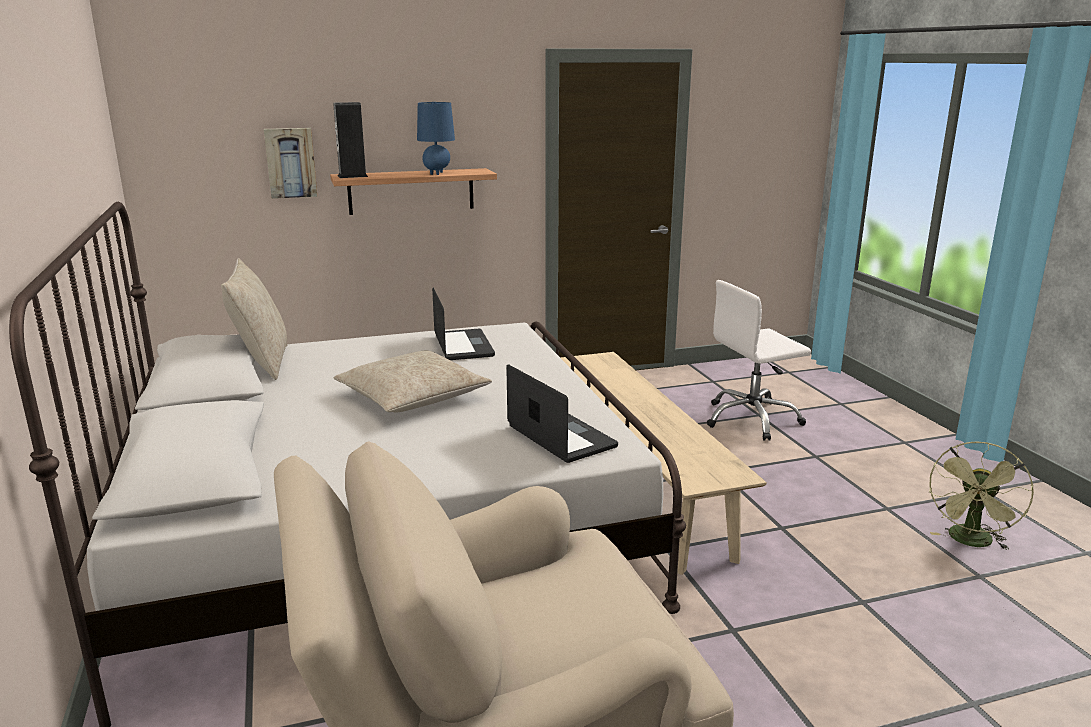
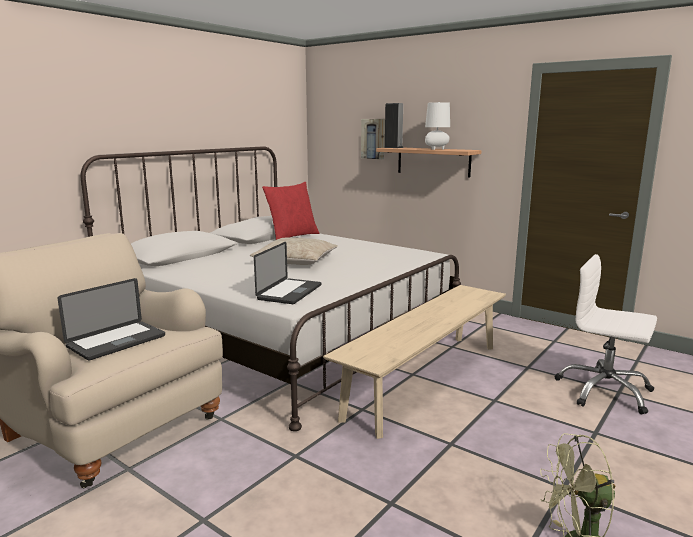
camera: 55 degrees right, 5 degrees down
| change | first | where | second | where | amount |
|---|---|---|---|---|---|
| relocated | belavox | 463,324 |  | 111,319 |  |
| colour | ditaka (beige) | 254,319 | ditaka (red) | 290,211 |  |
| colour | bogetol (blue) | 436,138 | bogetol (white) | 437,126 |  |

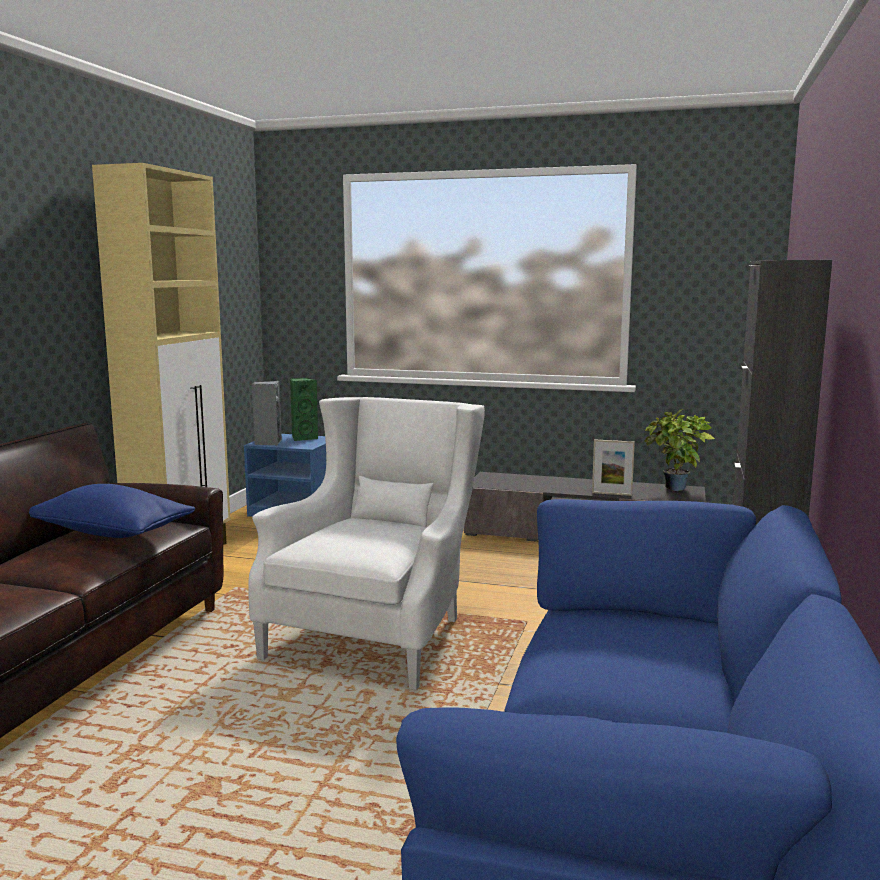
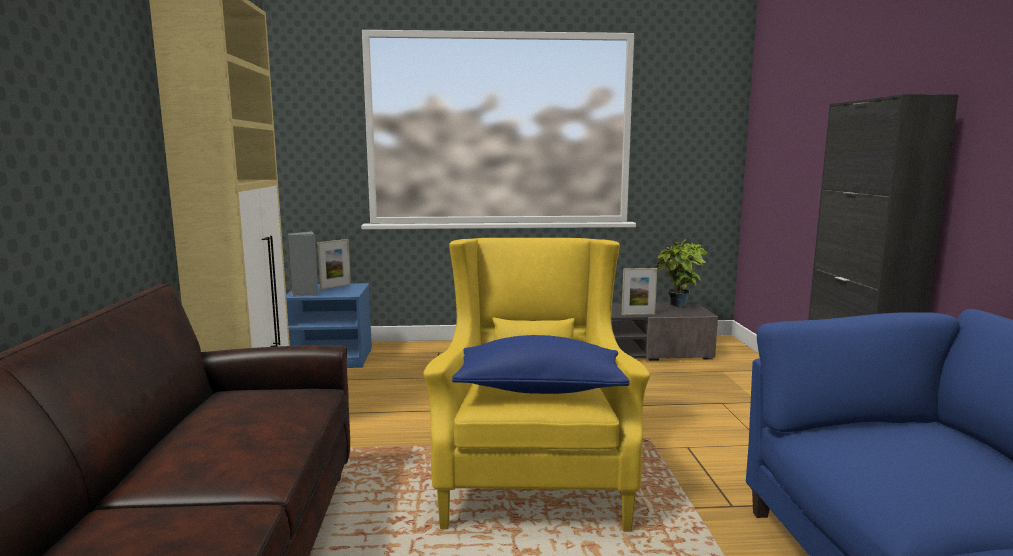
camera: 20 degrees left, 0 degrees up
| change | first | where | second | where | amount |
|---|---|---|---|---|---|
| relocated | ditaka (blue) | 112,511 |  | 541,364 |  |
| exchanged | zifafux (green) | 304,409 | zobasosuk | 334,264 |  |
| colour | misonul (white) | 366,543 | misonul (yellow) | 537,385 |  |

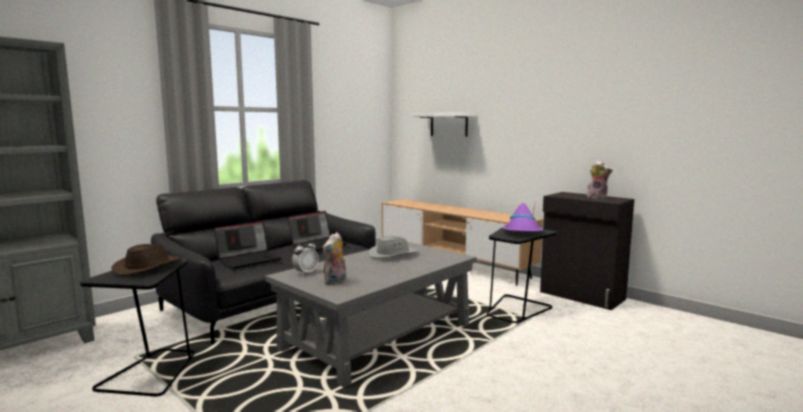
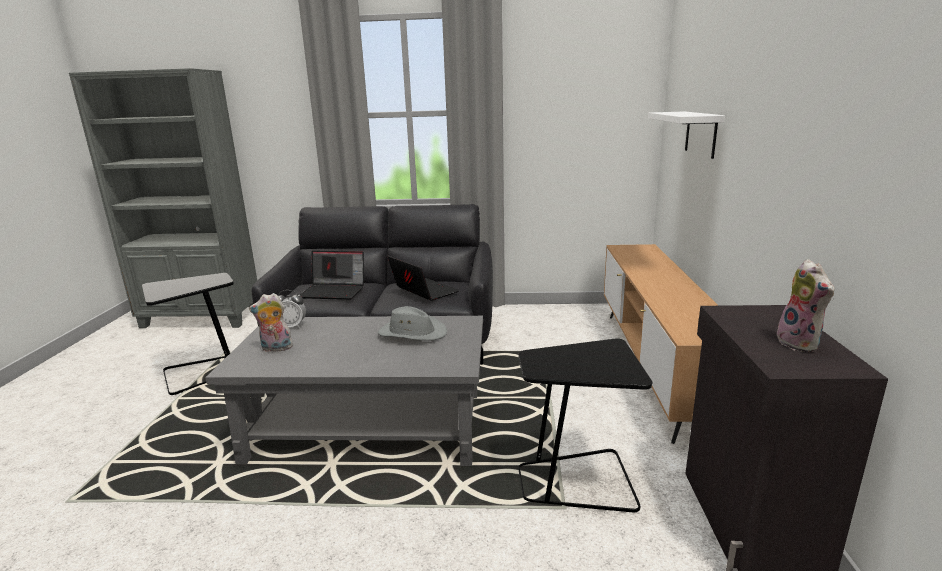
camera: 50 degrees right, 10 degrees up
| change | first | where | second | where | amount |
|---|---|---|---|---|---|
| missing | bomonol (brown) | 146,260 |  |  |  |
| missing | bomonol (purple) | 522,216 |  |  |  |
| spun | belavox | 318,231 |  | 423,278 | 135 degrees counterclockwise |

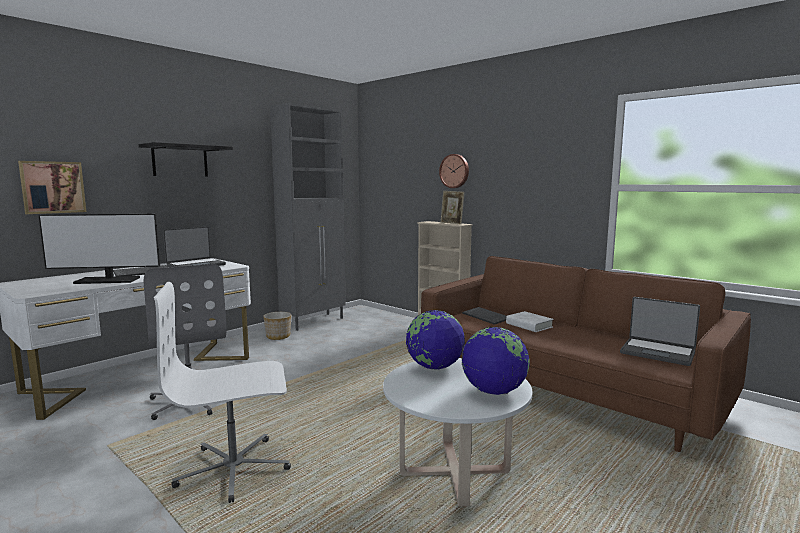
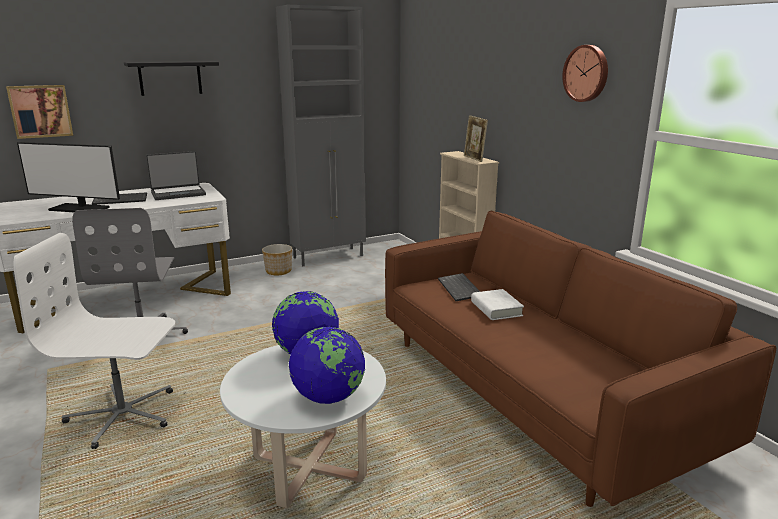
camera: 20 degrees right, 10 degrees up
| change | first | where | second | where | amount |
|---|---|---|---|---|---|
| missing | belavox | 660,331 |  |  |  |
| relocated | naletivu | 454,171 |  | 585,73 |  |

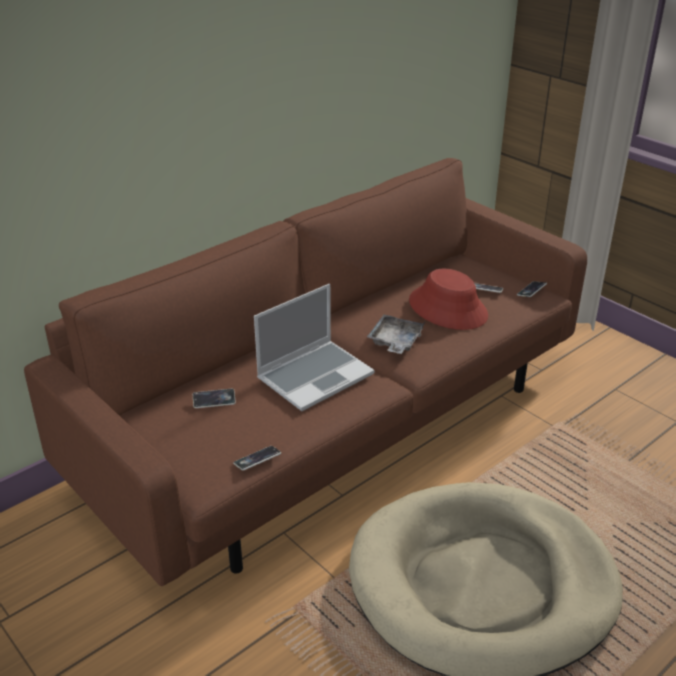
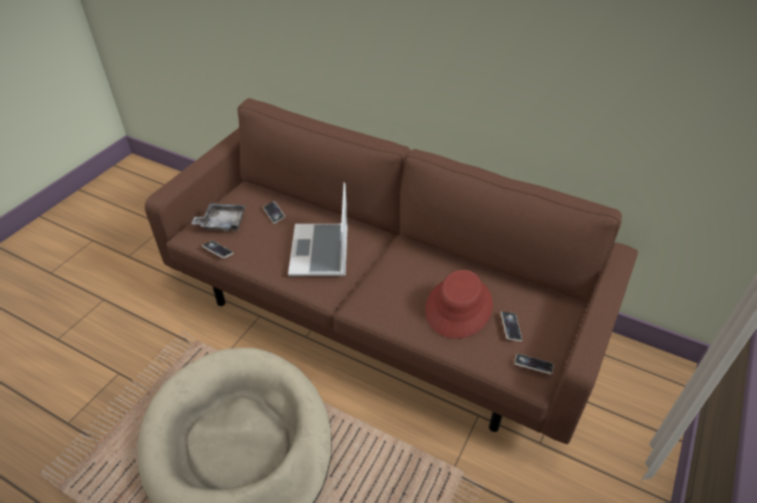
camera: 70 degrees right, 10 degrees up
| change | first | where | second | where | amount |
|---|---|---|---|---|---|
| relocated | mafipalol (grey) | 396,334 |  | 218,217 |  |
| spun | belavox | 314,347 |  | 318,229 | 60 degrees clockwise |

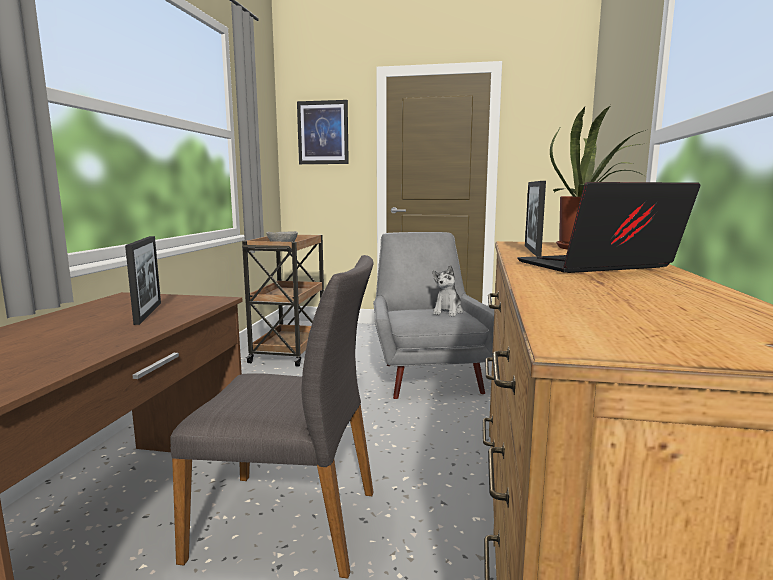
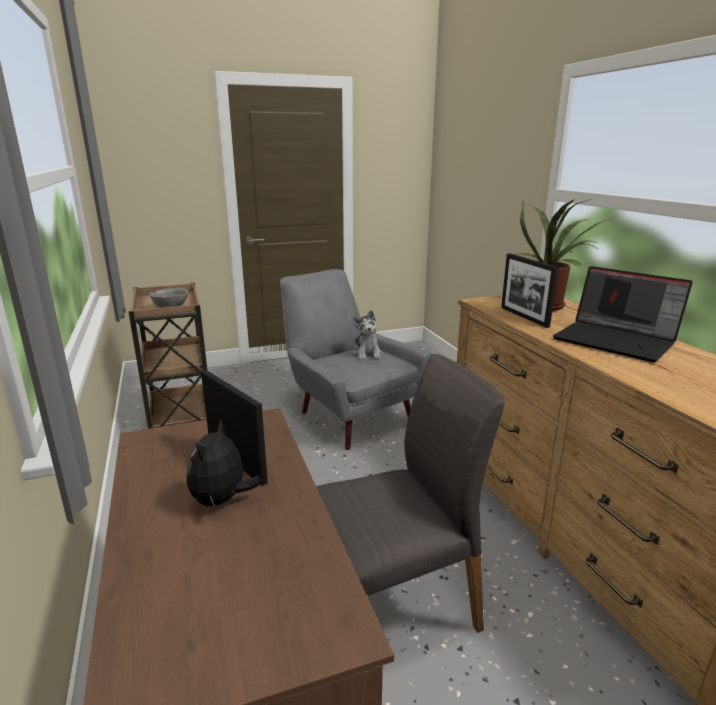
camera: 30 degrees left, 10 degrees up
| change | first | where | second | where | amount |
|---|---|---|---|---|---|
| missing | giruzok | 323,132 |  |  |  |
| appeared |  |  | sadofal | 224,464 |  |
| spun | belavox | 608,227 |  | 623,314 | 90 degrees counterclockwise |

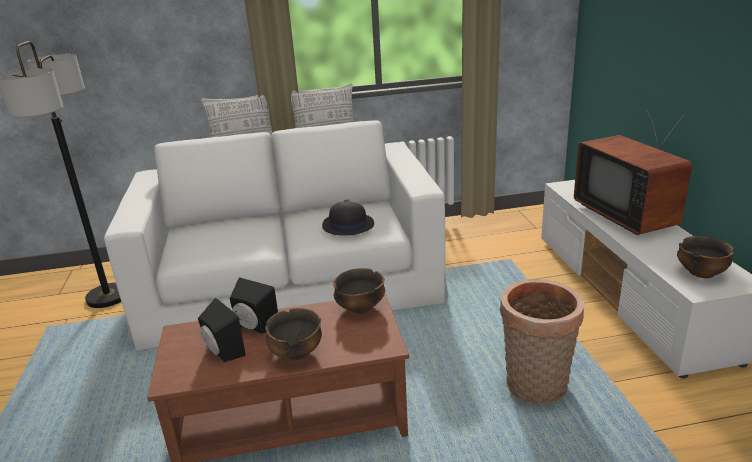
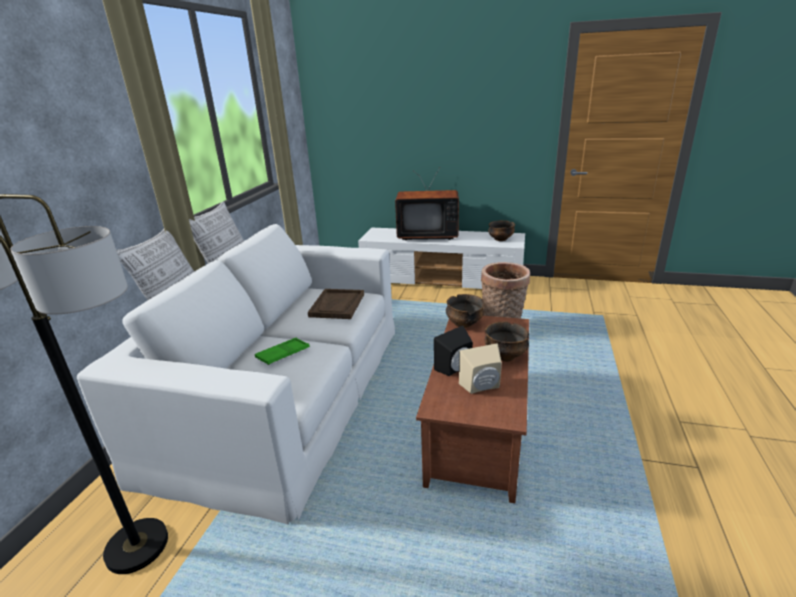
camera: 65 degrees left, 0 degrees up
| change | first | where | second | where | amount |
|---|---|---|---|---|---|
| appeared |  |  | mafipalol (green) | 282,351 |  |
| exchanged | bomonol (black) | 348,217 | mafipalol (brown) | 336,304 |  |
| colour | zifafux (black) | 222,330 | zifafux (beige) | 480,368 |  |

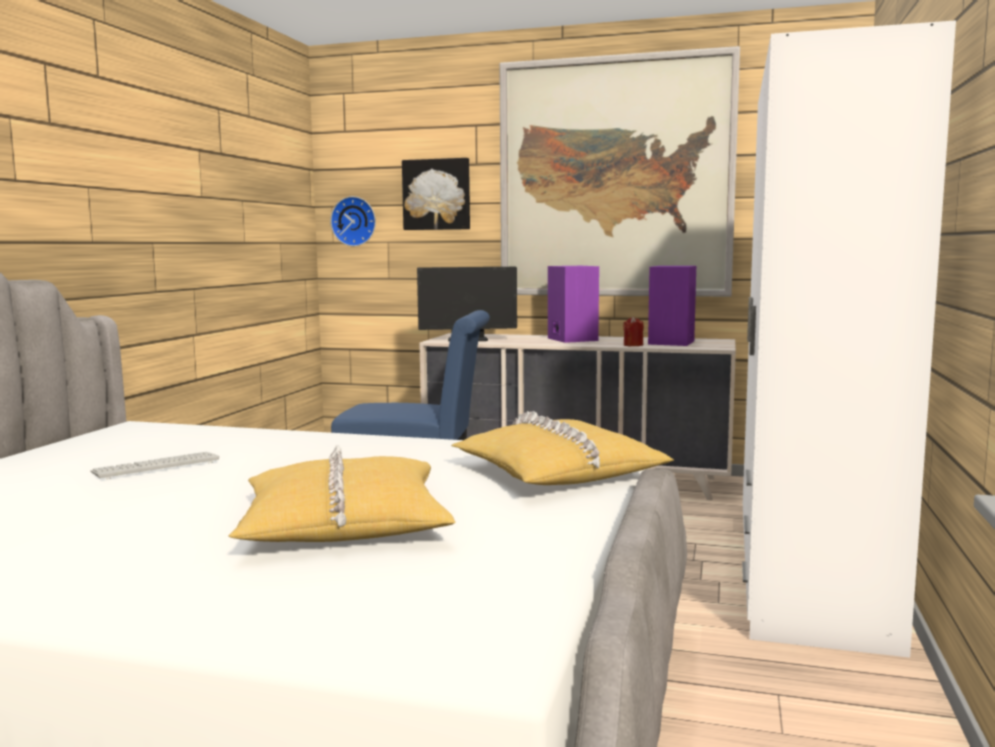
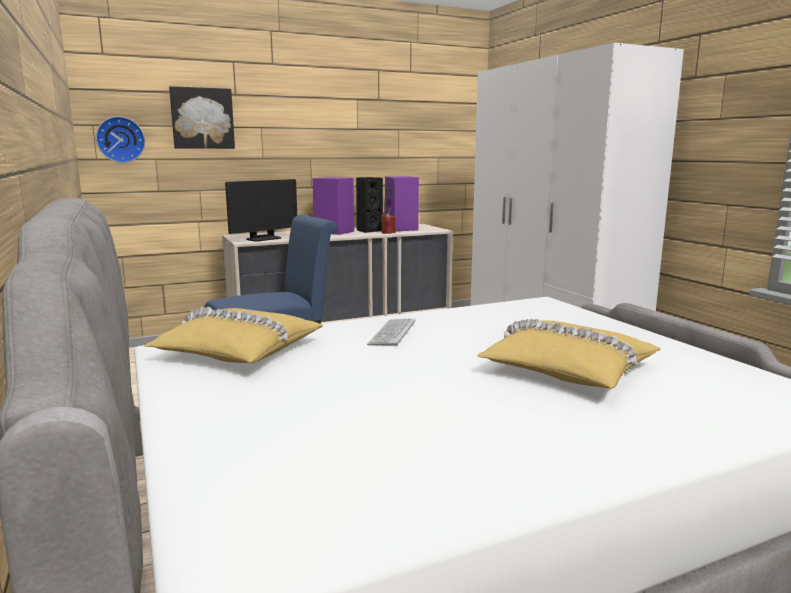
camera: 40 degrees left, 5 degrees up
| change | first | where | second | where | amount |
|---|---|---|---|---|---|
| missing | giruzok | 619,171 |  |  |  |
| appeared |  |  | zifafux (black) | 369,205 |  |
| relocated | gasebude | 154,466 |  | 391,332 |  |
| relocated | ditaka (yellow) | 562,448 |  | 234,335 |  |

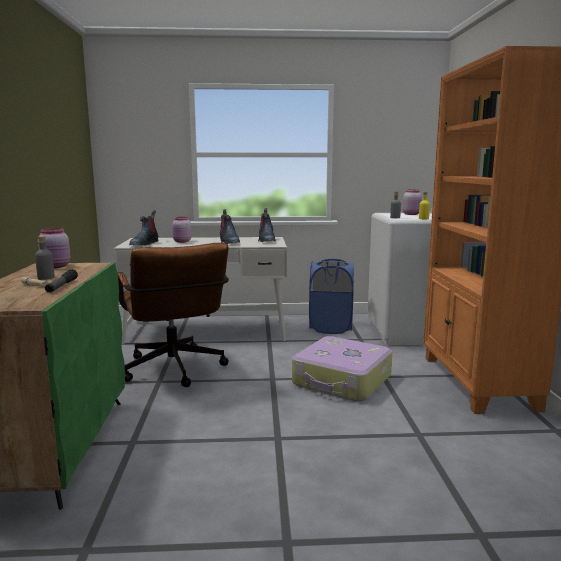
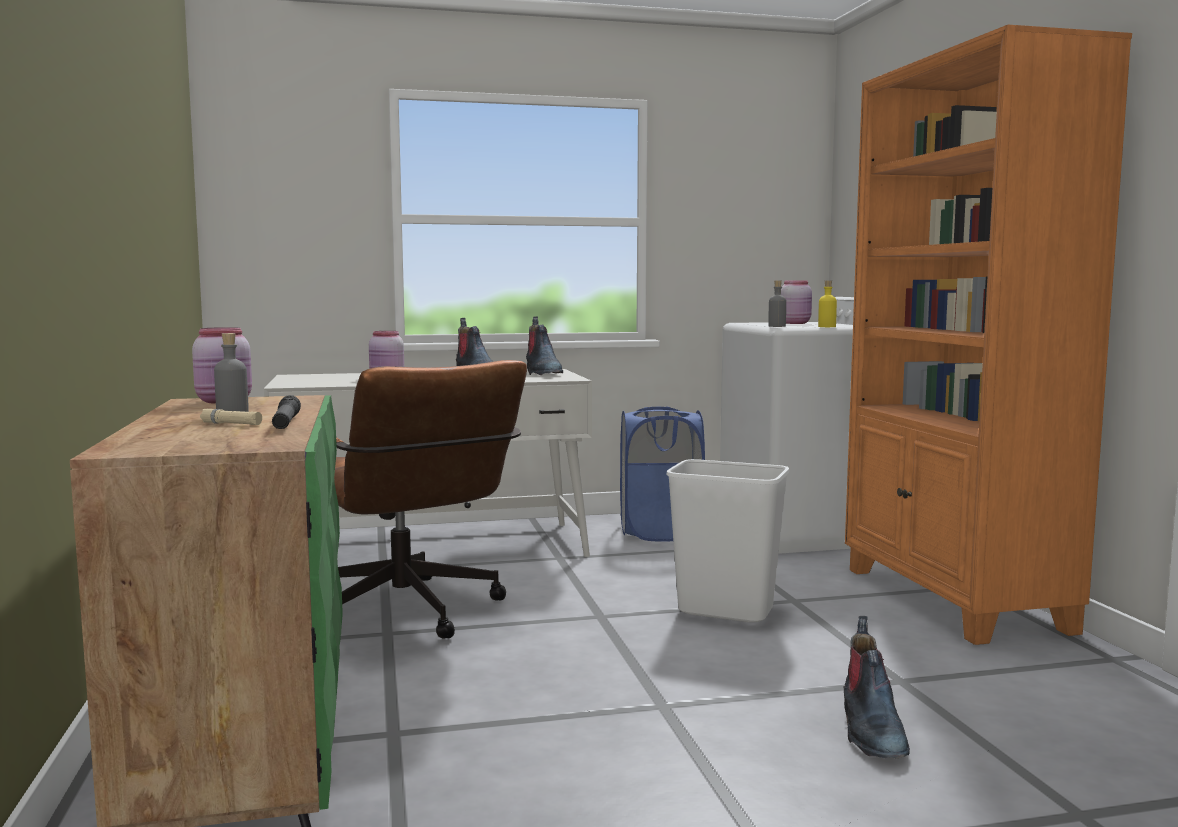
camera: 10 degrees left, 5 degrees down
| change | first | where | second | where | amount |
|---|---|---|---|---|---|
| relocated | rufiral | 143,228 |  | 877,687 |  |
| exchanged | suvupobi | 342,368 | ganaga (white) | 728,541 |  |

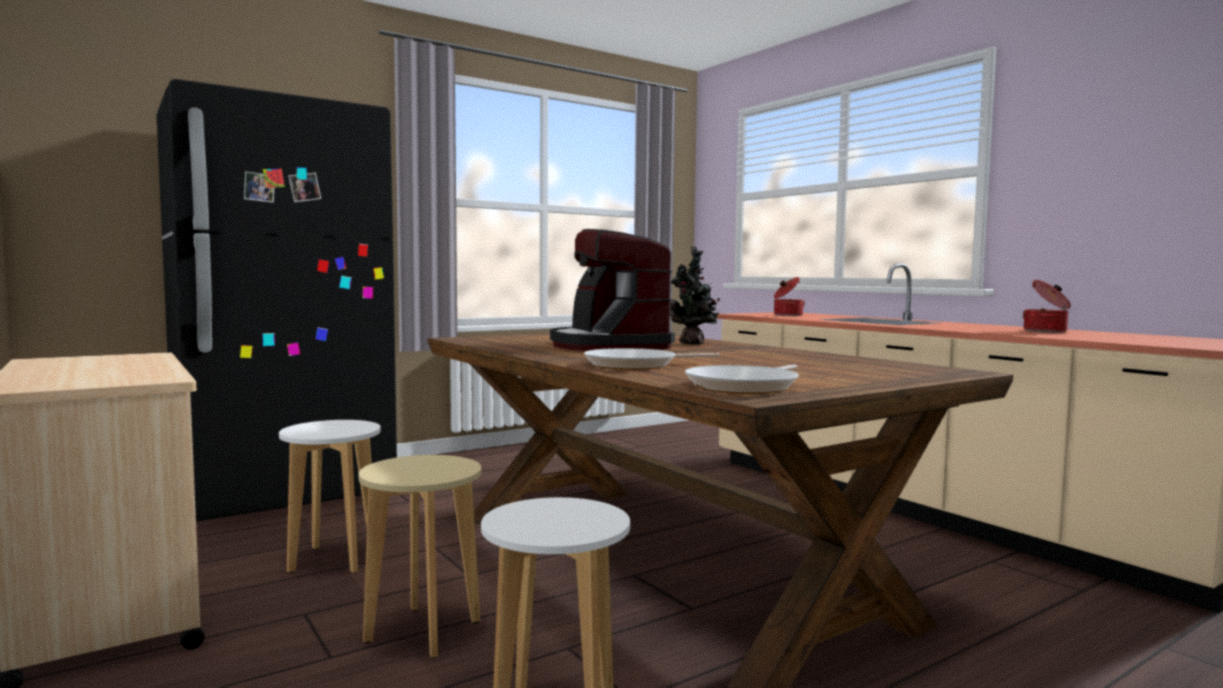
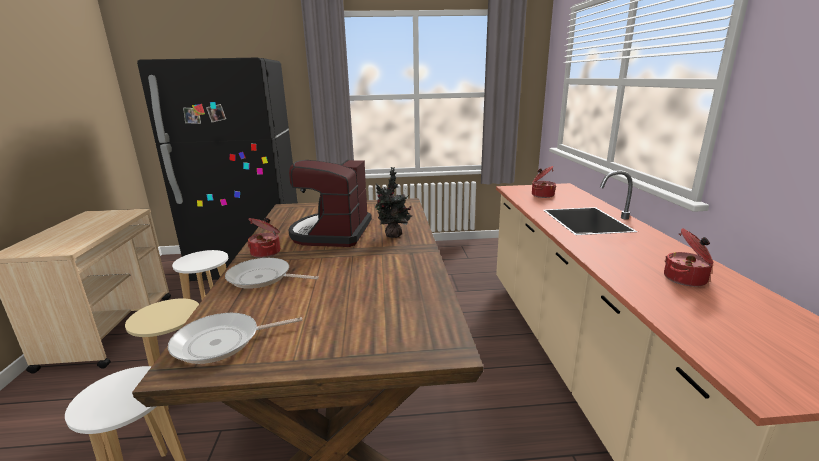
camera: 30 degrees right, 15 degrees up
| change | first | where | second | where | amount |
|---|---|---|---|---|---|
| appeared |  |  | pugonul | 263,238 |  |

